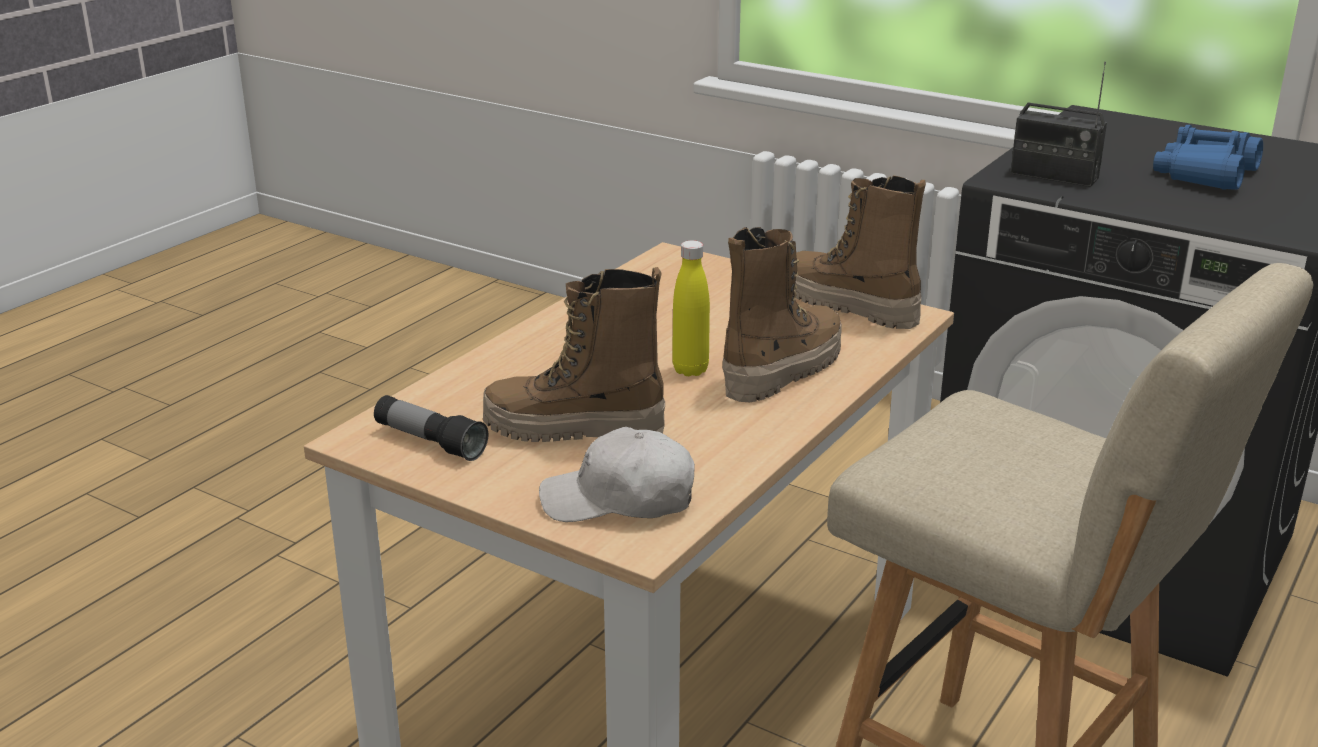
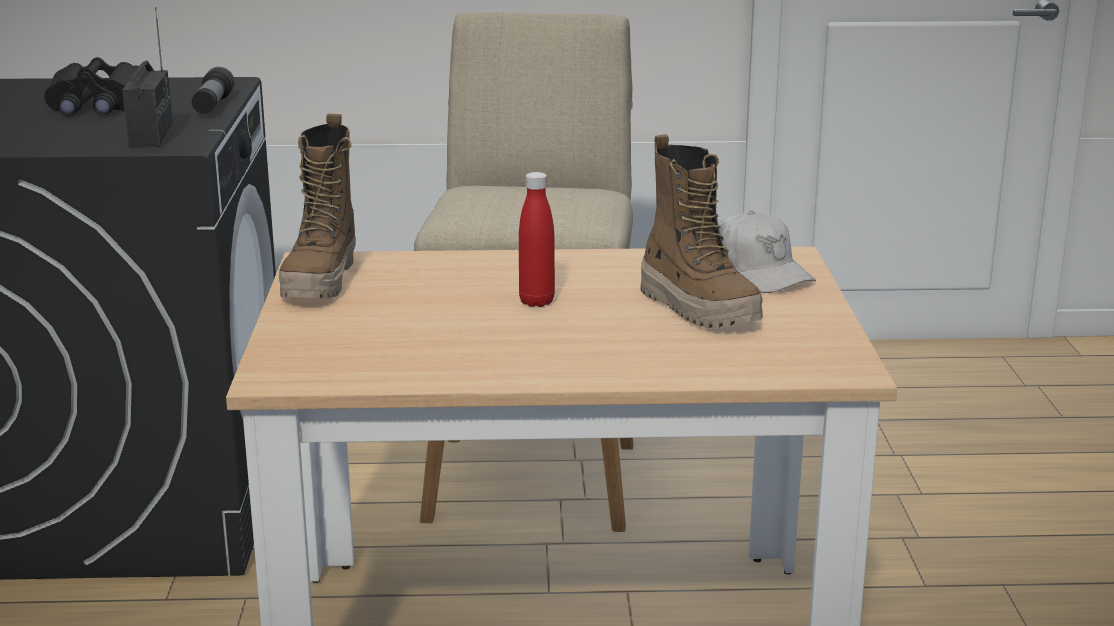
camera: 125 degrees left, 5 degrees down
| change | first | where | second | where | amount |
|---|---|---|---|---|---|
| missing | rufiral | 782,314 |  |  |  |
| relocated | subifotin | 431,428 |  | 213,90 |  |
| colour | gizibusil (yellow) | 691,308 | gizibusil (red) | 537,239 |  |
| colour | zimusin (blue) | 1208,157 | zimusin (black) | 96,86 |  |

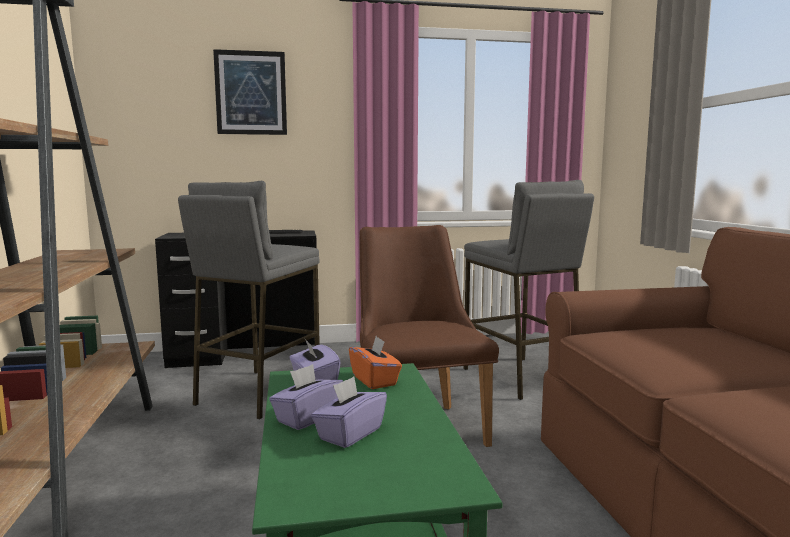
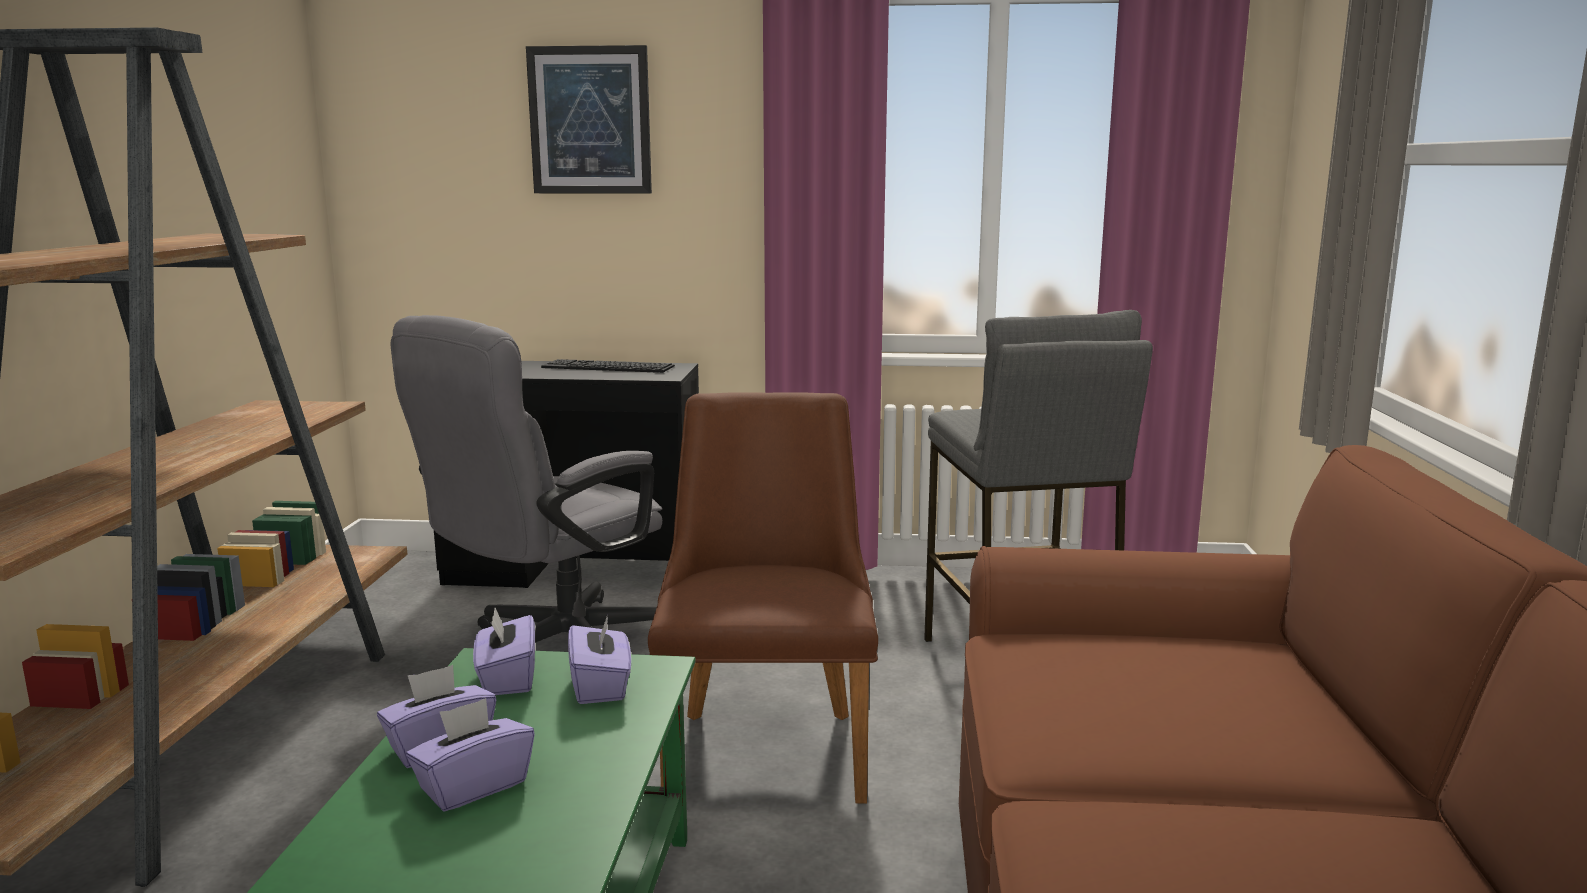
camera: 15 degrees right, 5 degrees up
| change | first | where | second | where | amount |
|---|---|---|---|---|---|
| exchanged | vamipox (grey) | 249,300 | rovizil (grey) | 526,479 |  |
| colour | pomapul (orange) | 375,362 | pomapul (purple) | 599,659 |  |

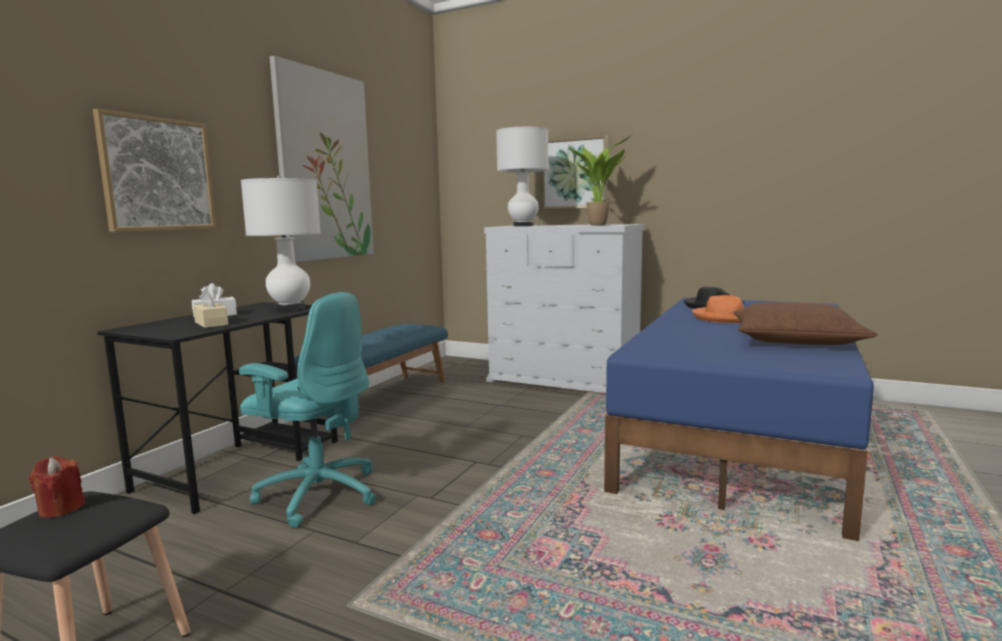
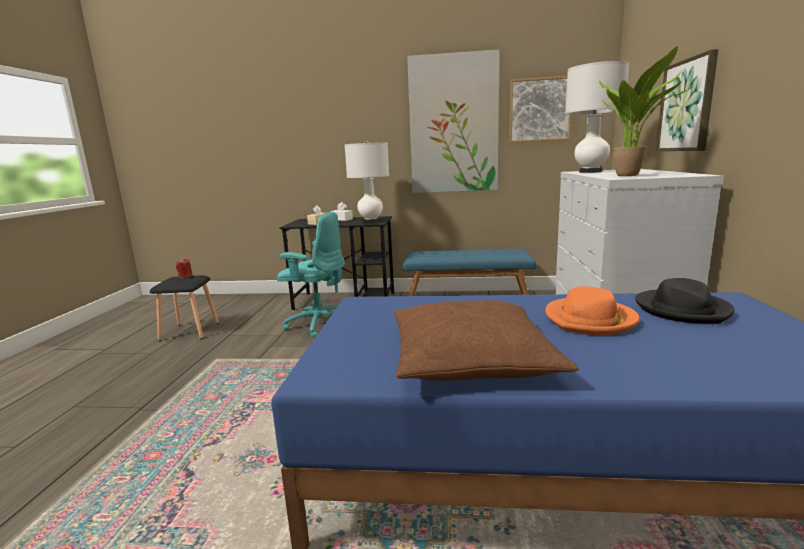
camera: 70 degrees right, 5 degrees up
| change | first | where | second | where | amount |
|---|---|---|---|---|---|
| relocated | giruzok | 154,170 |  | 540,109 |  |
| spun | rovizil (turquoise) | 307,410 |  | 311,275 | 75 degrees counterclockwise |

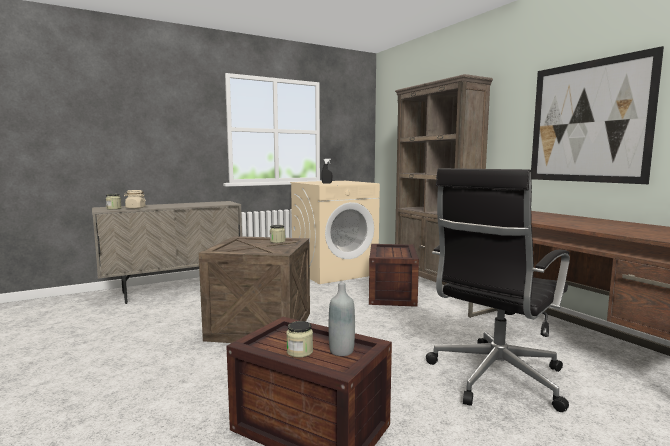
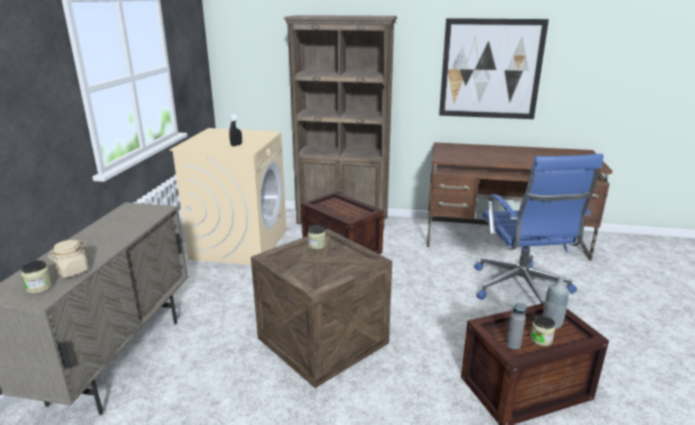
camera: 50 degrees left, 15 degrees up
| change | first | where | second | where | amount |
|---|---|---|---|---|---|
| appeared |  |  | gizibusil (grey) | 516,325 |  |
| colour | rovizil (black) | 498,290 | rovizil (blue) | 539,229 |  |

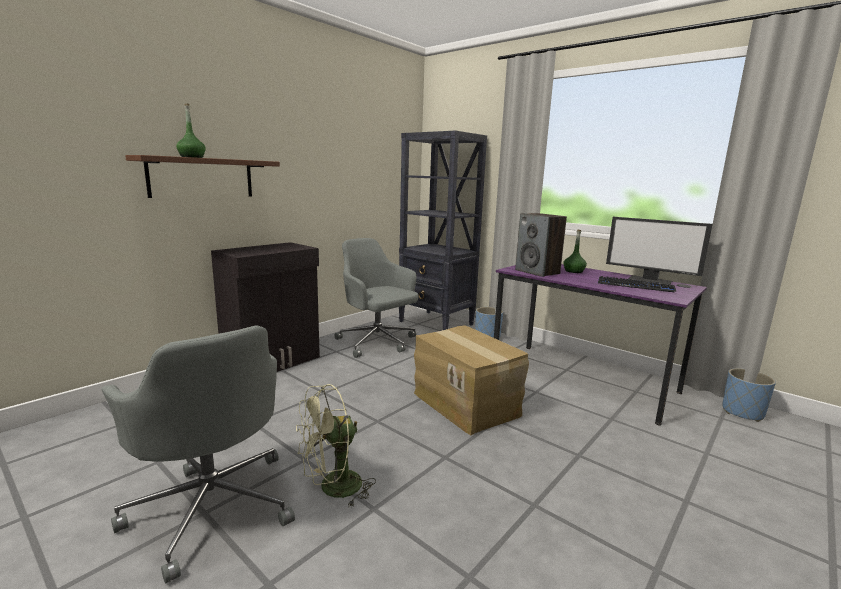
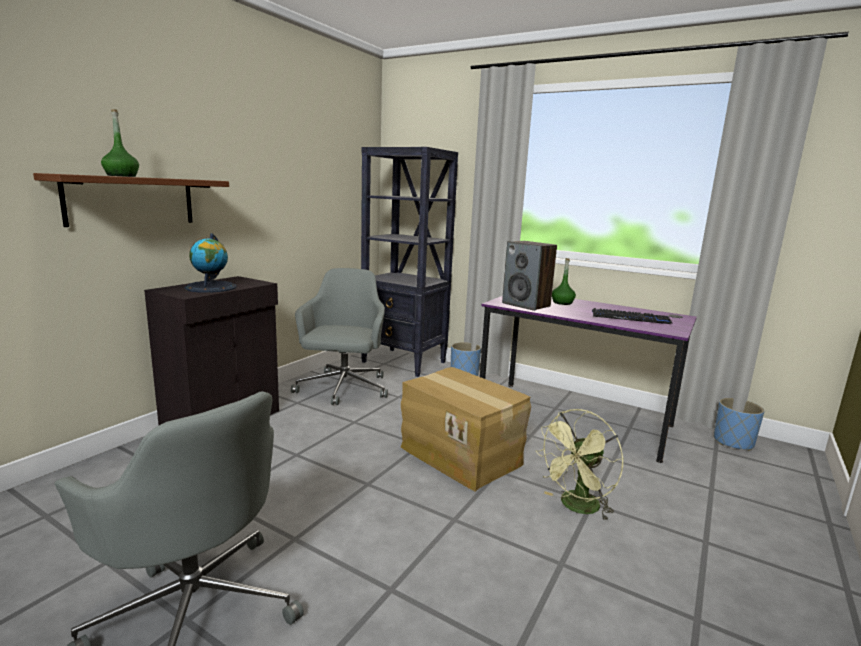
camera: 10 degrees left, 0 degrees up
| change | first | where | second | where | amount |
|---|---|---|---|---|---|
| missing | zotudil | 659,250 |  |  |  |
| appeared |  |  | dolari | 210,263 |  |
| relocated | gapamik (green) | 336,446 |  | 579,465 |  |
| spun | rovizil (grey) | 376,298 |  | 339,336 | 60 degrees clockwise |

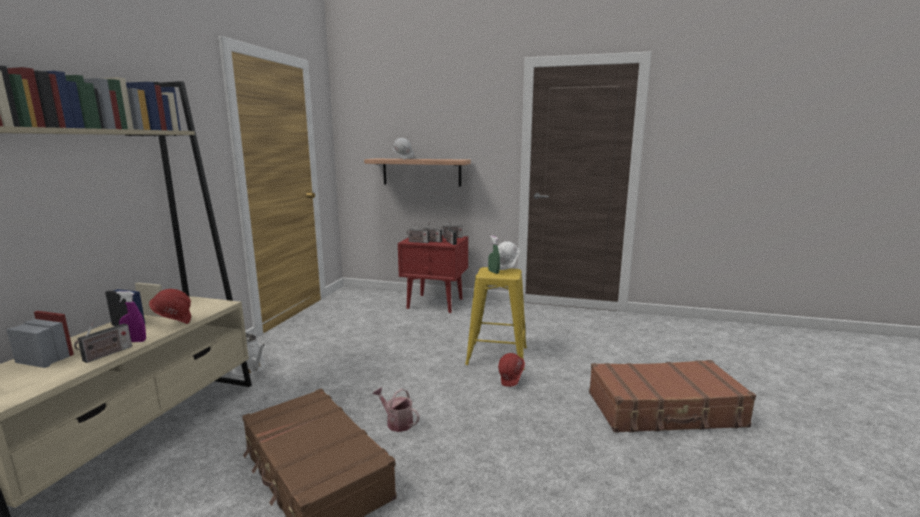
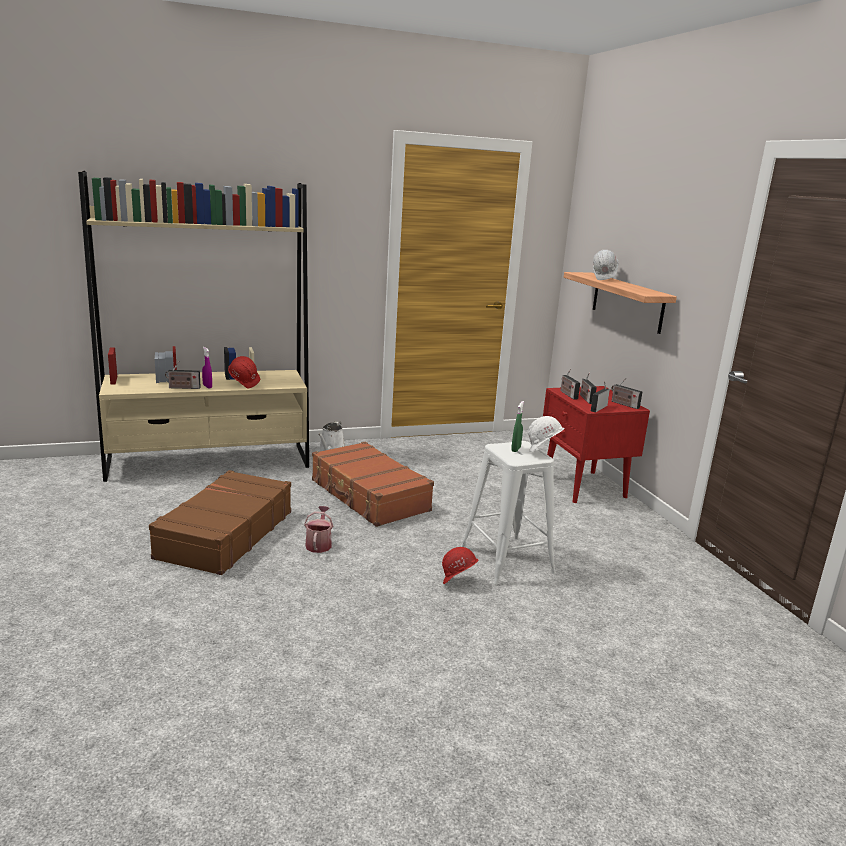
camera: 55 degrees right, 5 degrees up
| change | first | where | second | where | amount |
|---|---|---|---|---|---|
| relocated | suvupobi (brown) | 672,396 |  | 373,484 |  |
| colour | vamipox (yellow) | 496,318 | vamipox (white) | 508,513 |  |

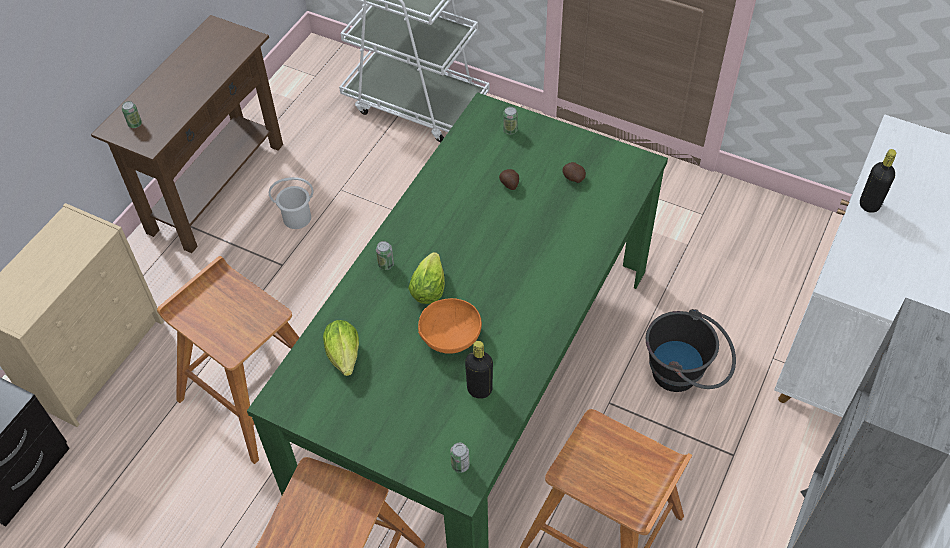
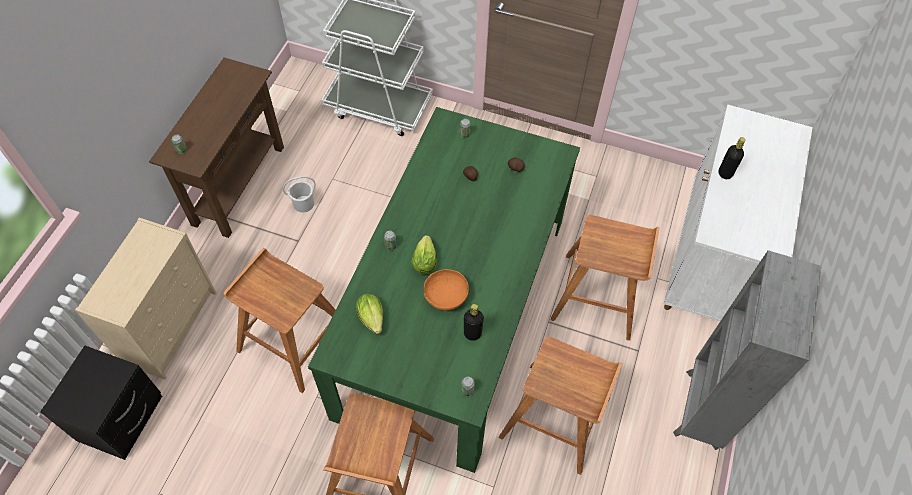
camera: 10 degrees left, 5 degrees up
| change | first | where | second | where | amount |
|---|---|---|---|---|---|
| exchanged | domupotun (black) | 691,350 | vamipox (brown) | 605,278 |  |

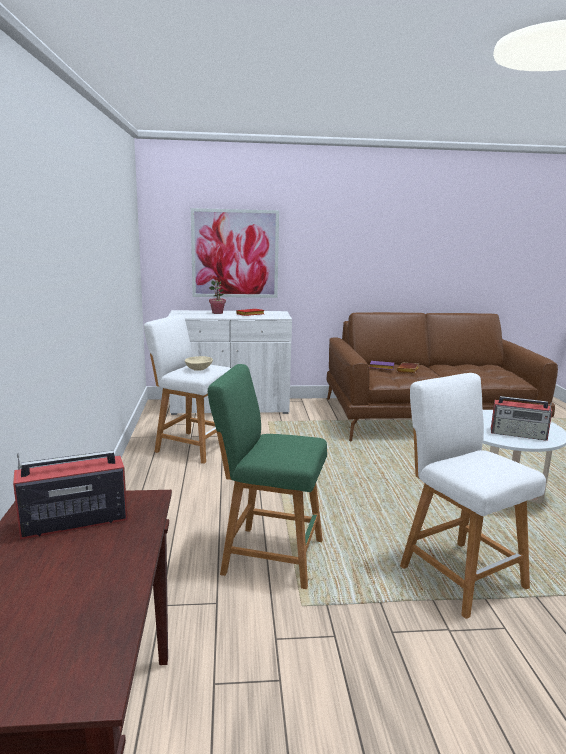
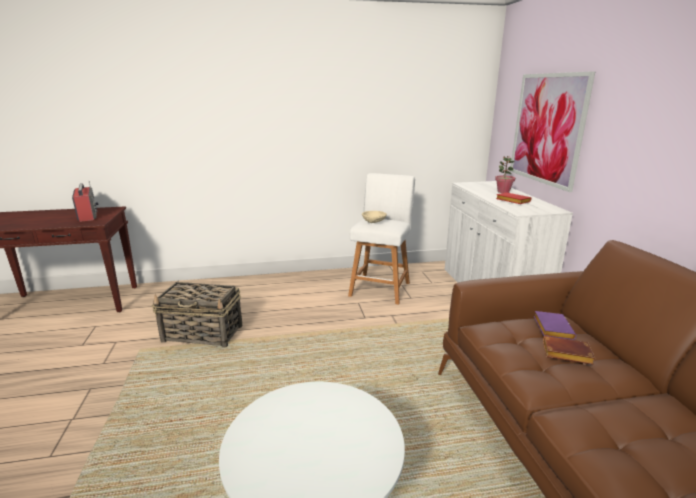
camera: 85 degrees right, 5 degrees up
| change | first | where | second | where | amount |
|---|---|---|---|---|---|
| missing | vamipox (white) | 473,496 |  |  |  |
| missing | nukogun | 521,418 |  |  |  |
| exchanged | vamipox (green) | 267,476 | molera | 197,315 |  |

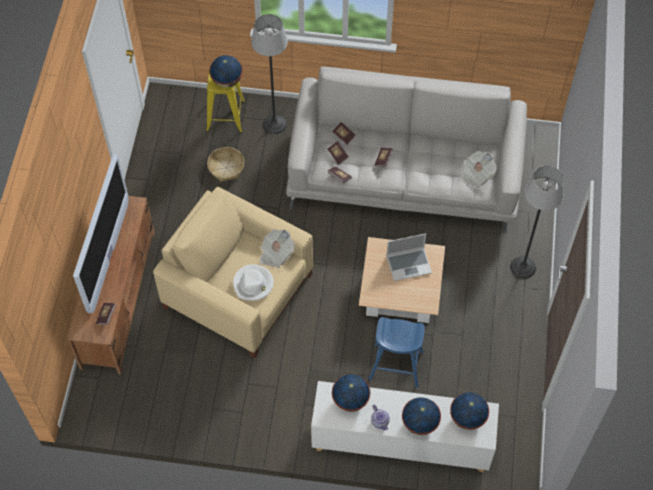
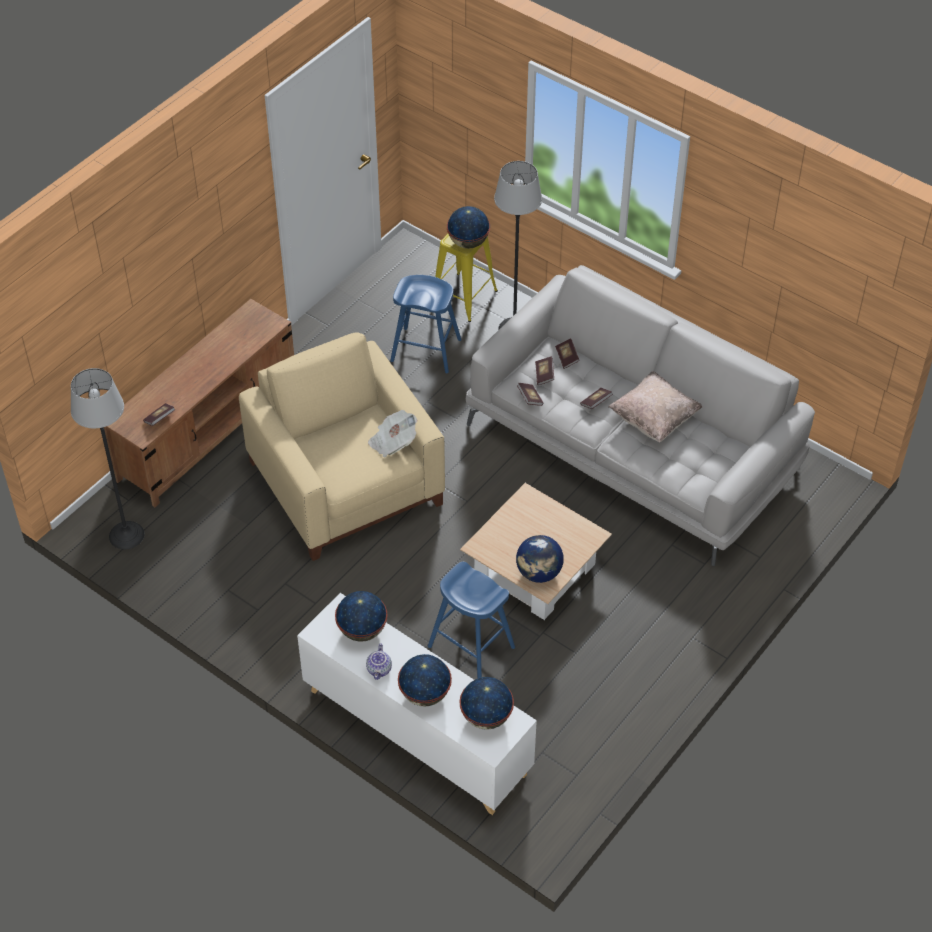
camera: 30 degrees right, 10 degrees down
| change | first | where | second | where | amount |
|---|---|---|---|---|---|
| missing | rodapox | 101,234 |  |  |  |
| missing | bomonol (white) | 253,282 |  |  |  |
| missing | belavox | 409,257 |  |  |  |
| missing | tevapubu | 478,169 |  |  |  |
| appeared |  |  | dolari | 540,559 |  |
| appeared |  |  | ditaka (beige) | 655,407 |  |
| relocated | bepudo | 537,222 |  | 108,458 |  |
| exchanged | molera | 225,164 | vamipox (blue) | 425,324 |  |

